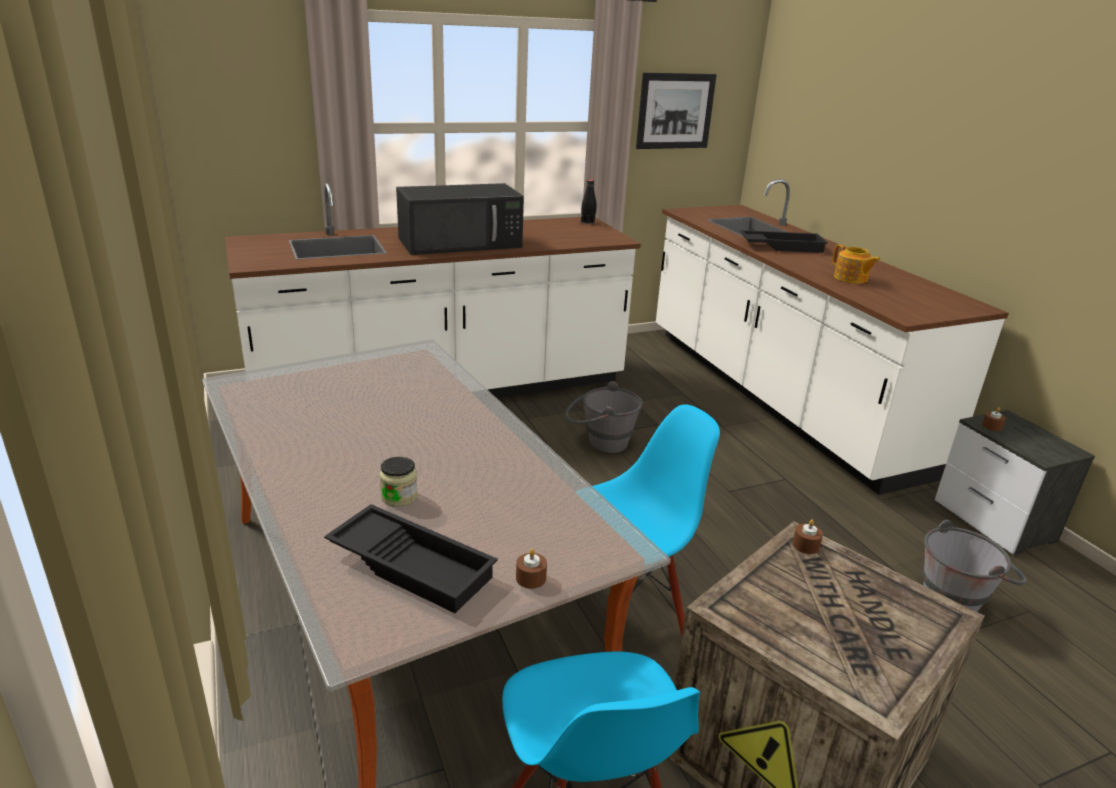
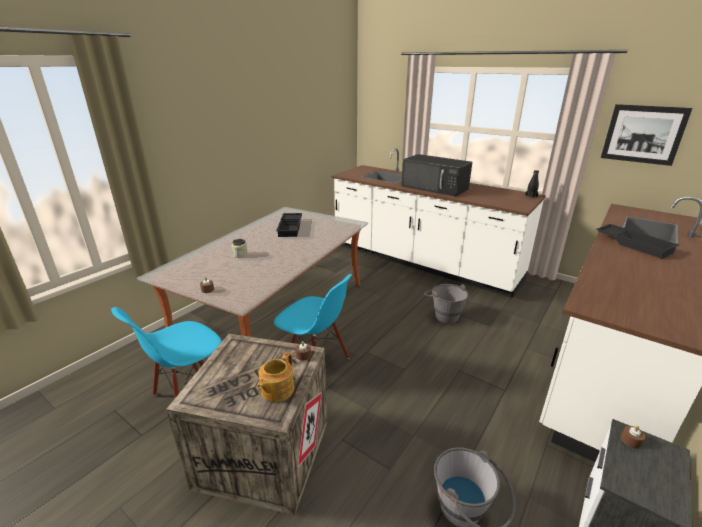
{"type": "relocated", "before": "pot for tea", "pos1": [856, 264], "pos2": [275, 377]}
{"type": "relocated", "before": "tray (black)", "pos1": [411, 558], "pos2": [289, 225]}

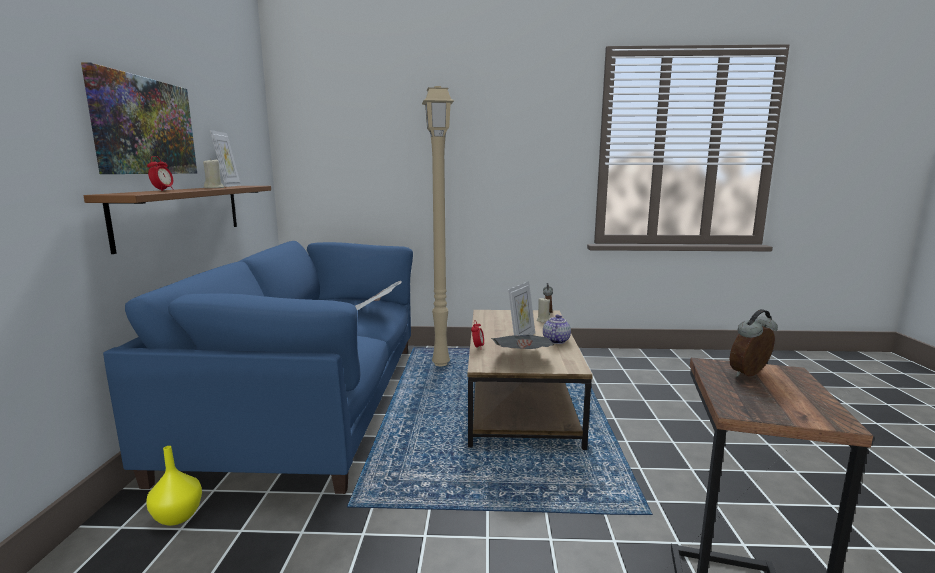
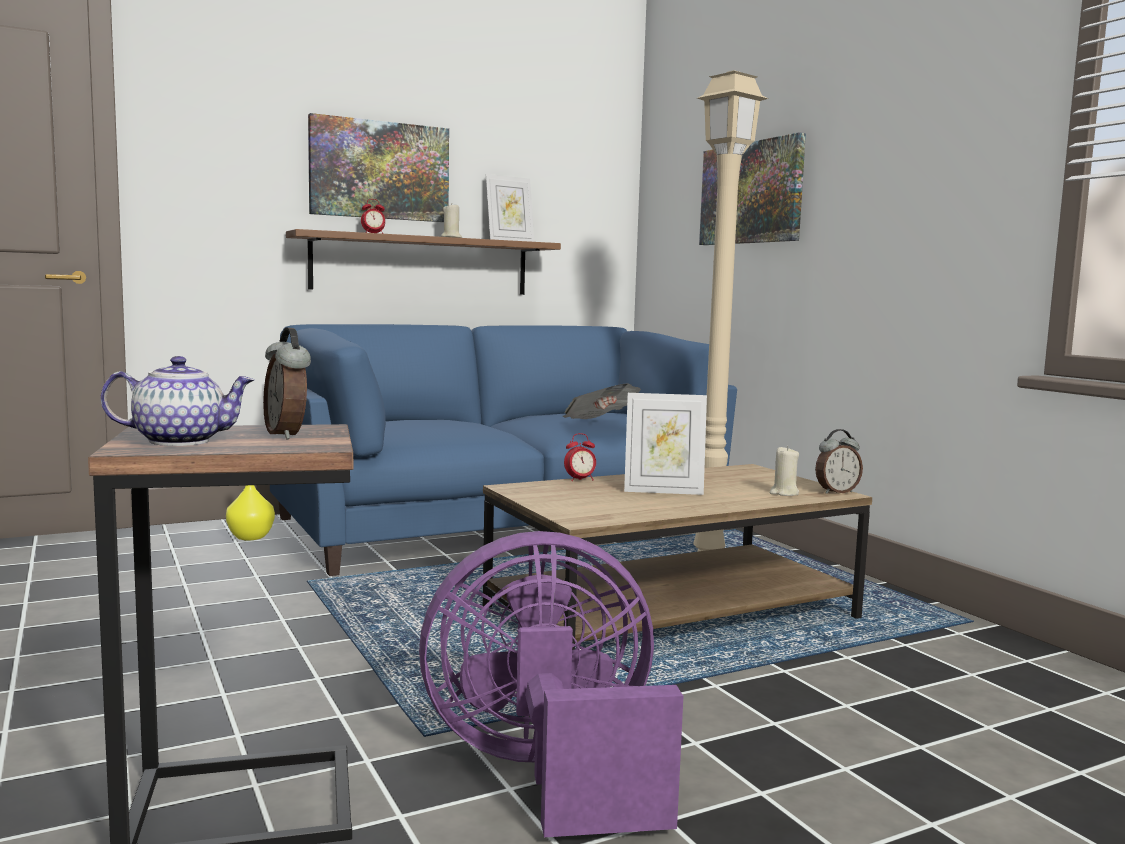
{"type": "relocated", "before": "pot for tea", "pos1": [557, 329], "pos2": [178, 401]}
{"type": "spun", "before": "table clock", "pos1": [753, 343], "pos2": [287, 383], "turn": -150}
{"type": "appeared", "after": "cooling fan (purplish)", "pos2": [551, 684]}
{"type": "appeared", "after": "wall picture", "pos2": [752, 188]}
{"type": "missing", "before": "printed paper", "pos1": [523, 342]}

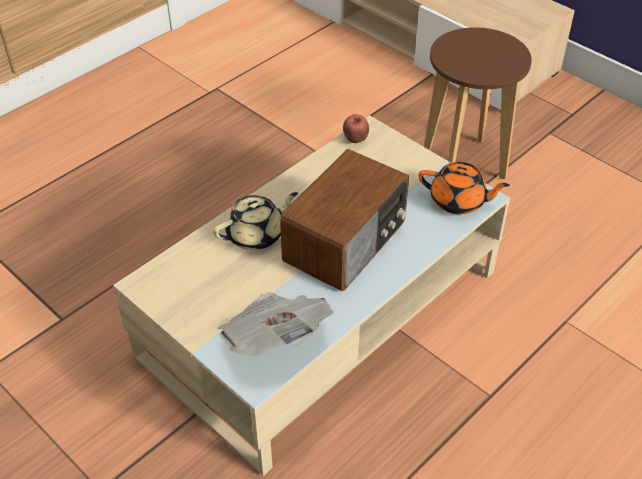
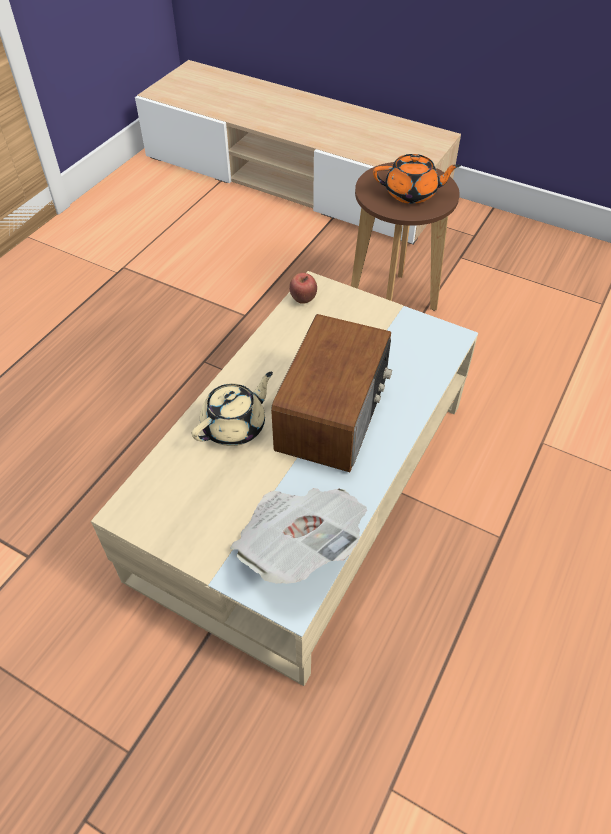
{"type": "relocated", "before": "pot for tea (orange)", "pos1": [464, 188], "pos2": [417, 179]}

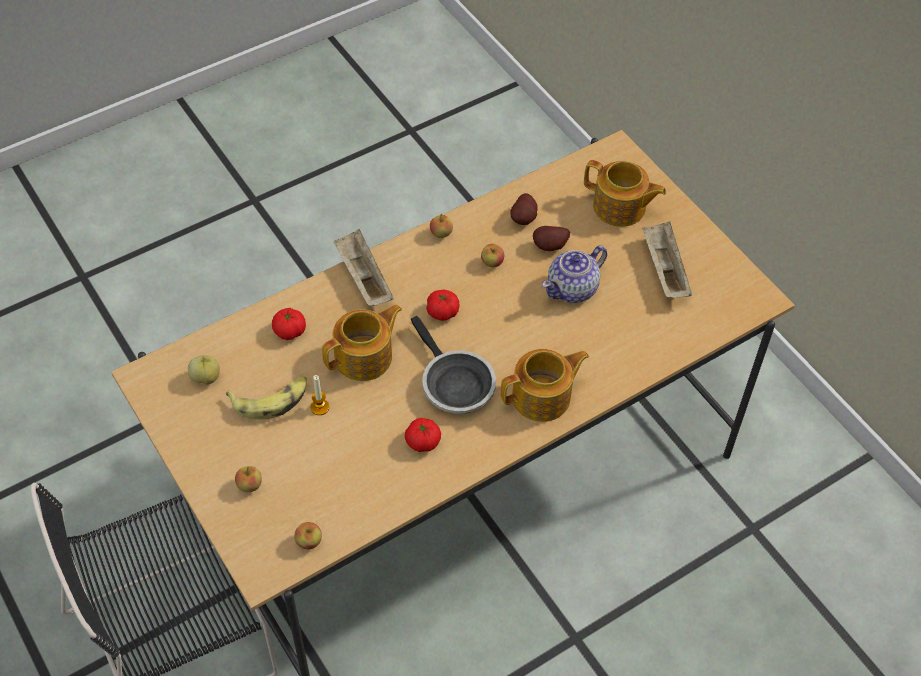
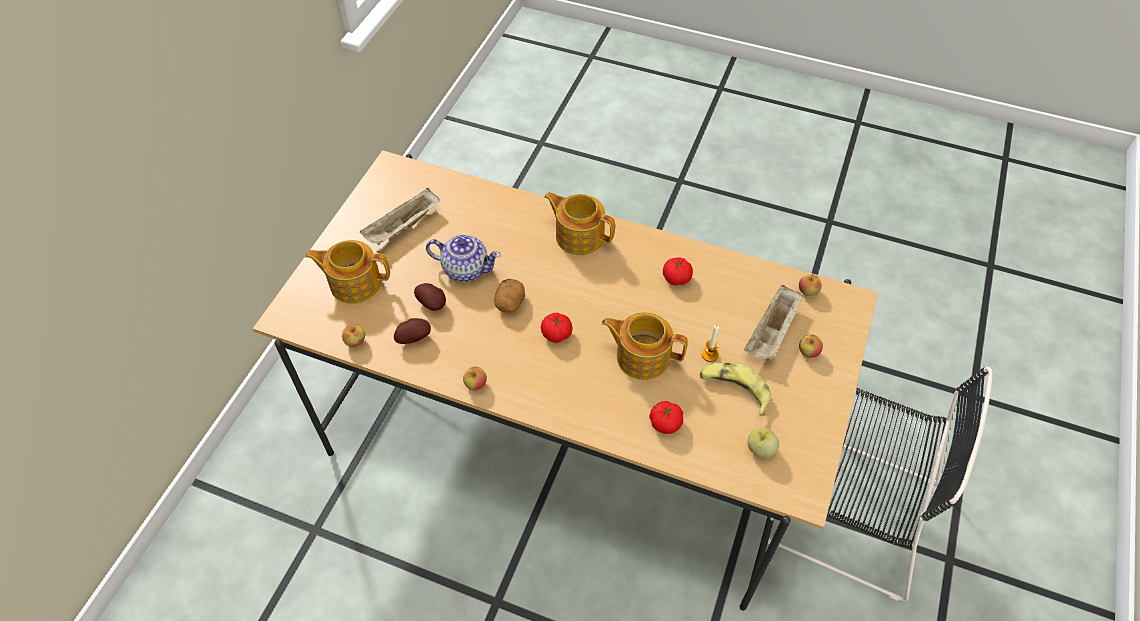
{"type": "spun", "before": "pot for tea", "pos1": [625, 193], "pos2": [347, 272], "turn": -75}
{"type": "relocated", "before": "apple fruit", "pos1": [492, 256], "pos2": [353, 335]}
{"type": "appeared", "after": "potato", "pos2": [509, 296]}
{"type": "relocated", "before": "tray (sand-coloured)", "pos1": [364, 267], "pos2": [773, 322]}
{"type": "missing", "before": "frying pan", "pos1": [453, 365]}

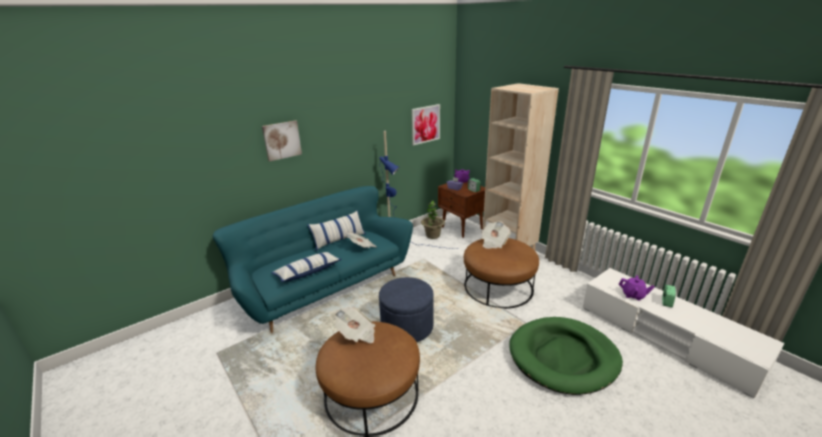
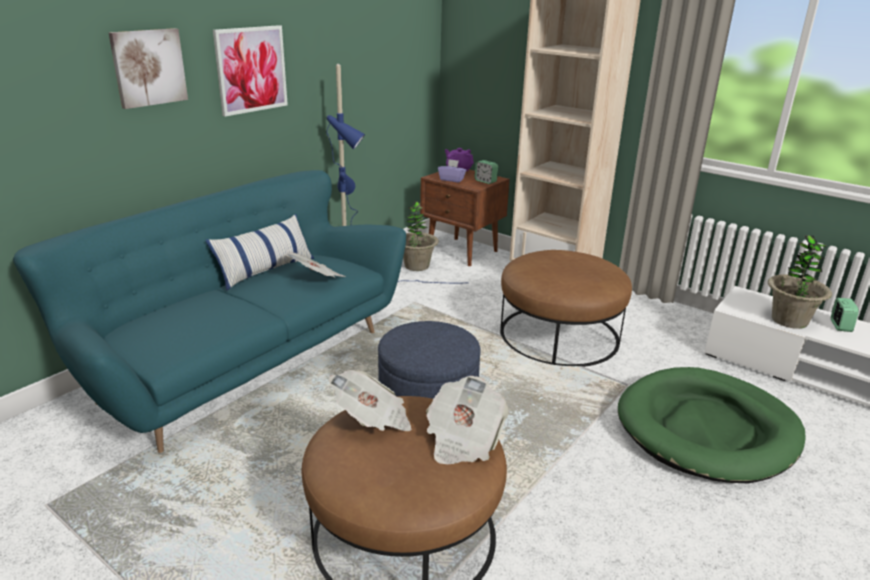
{"type": "relocated", "before": "wall picture", "pos1": [425, 125], "pos2": [250, 71]}
{"type": "relocated", "before": "printed paper", "pos1": [496, 235], "pos2": [467, 420]}
{"type": "exchanged", "before": "pot for tea (purplish)", "after": "houseplant", "pos1": [637, 288], "pos2": [800, 282]}
{"type": "missing", "before": "pillow", "pos1": [306, 267]}

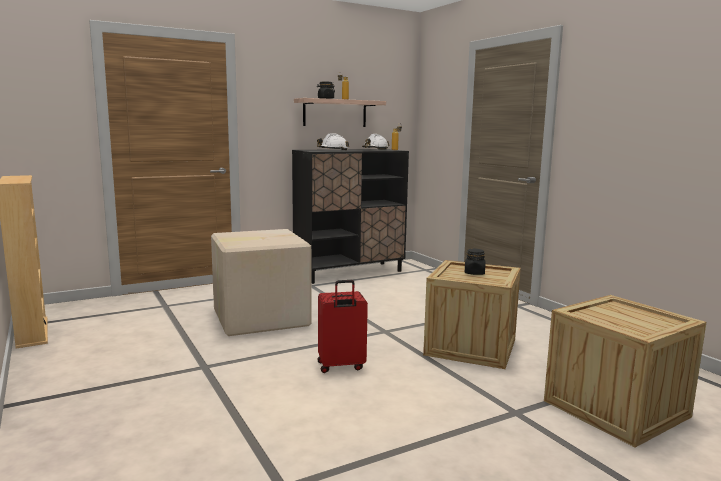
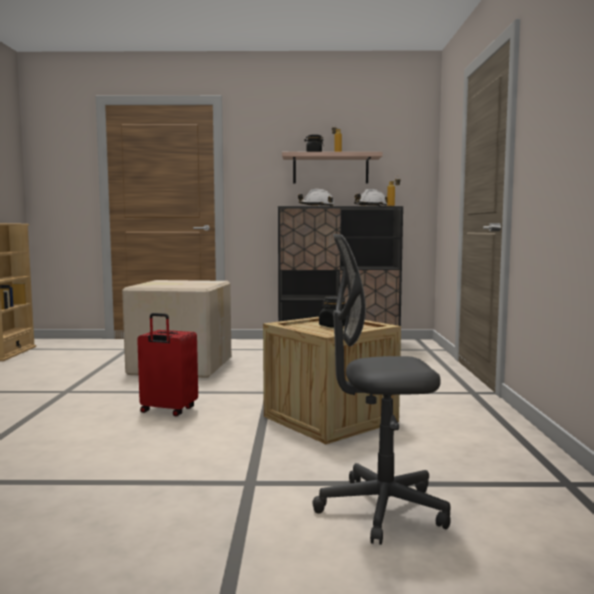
{"type": "exchanged", "before": "crate", "after": "desk chair (gray)", "pos1": [625, 371], "pos2": [381, 389]}

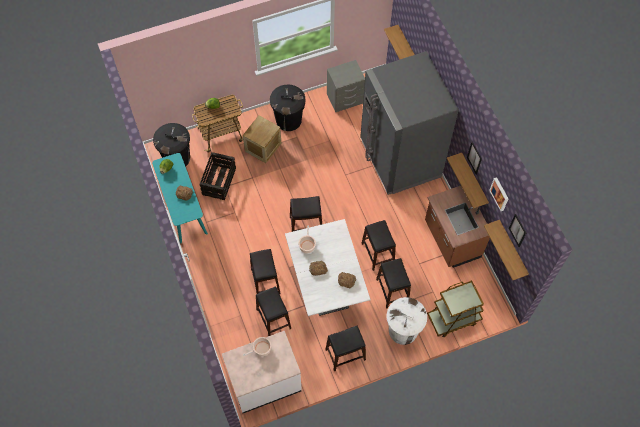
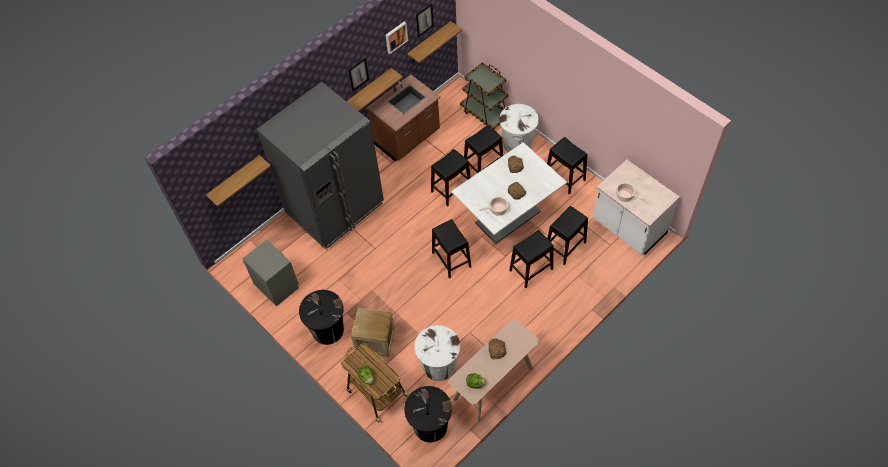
{"type": "exchanged", "before": "crate", "after": "trash can (white)", "pos1": [217, 176], "pos2": [437, 353]}
{"type": "colour", "before": "console table (turquoise)", "after": "console table (sand-coloured)", "pos1": [180, 198], "pos2": [493, 371]}

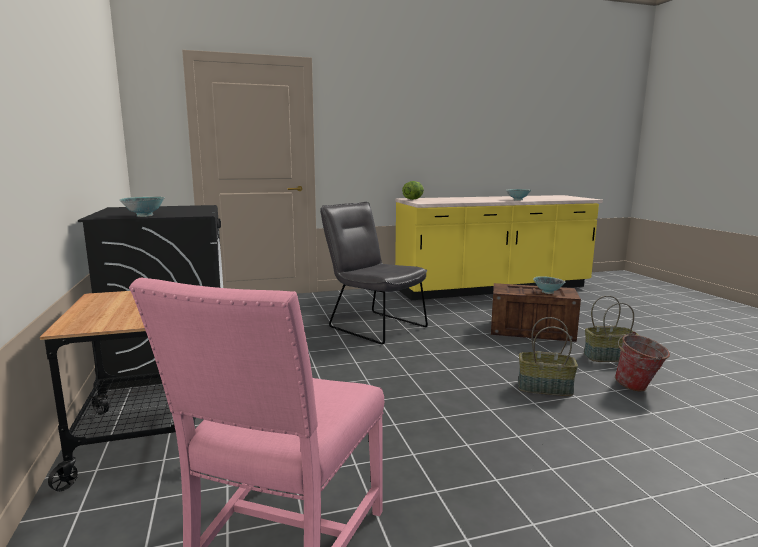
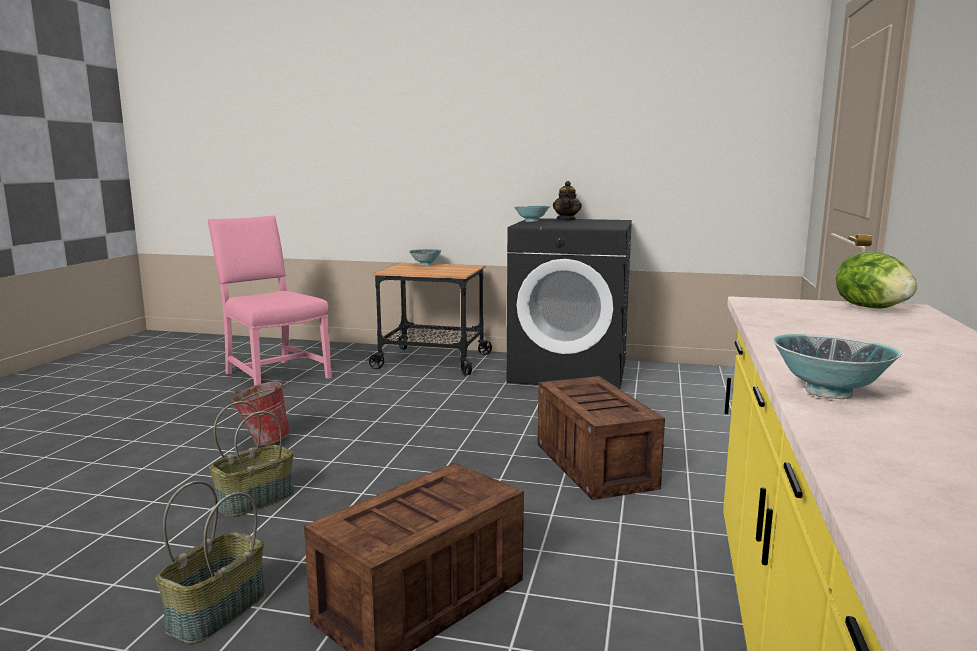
{"type": "relocated", "before": "bucket", "pos1": [642, 361], "pos2": [260, 413]}
{"type": "relocated", "before": "deep dish", "pos1": [549, 285], "pos2": [425, 257]}
{"type": "exchanged", "before": "plain chair (gray)", "after": "crate", "pos1": [374, 273], "pos2": [601, 438]}
{"type": "appeared", "after": "pot for tea", "pos2": [567, 201]}

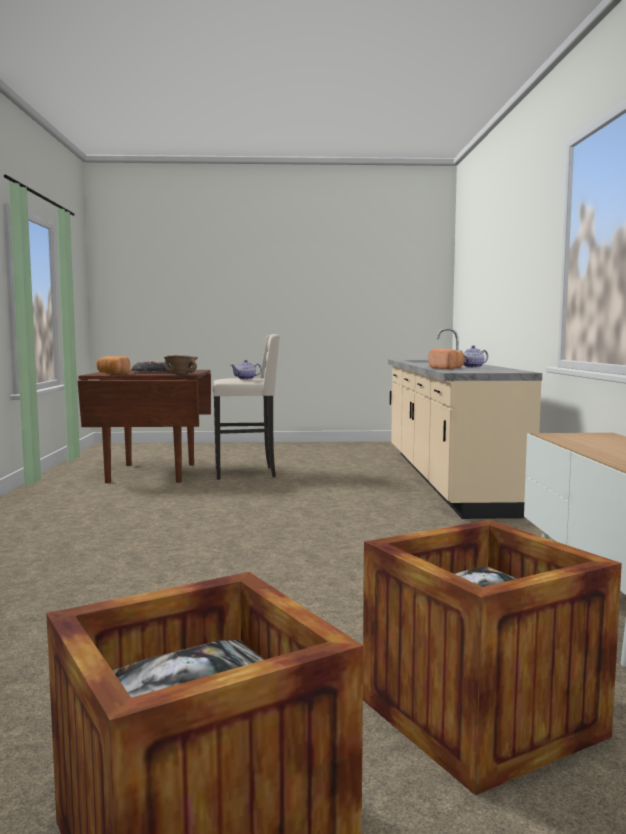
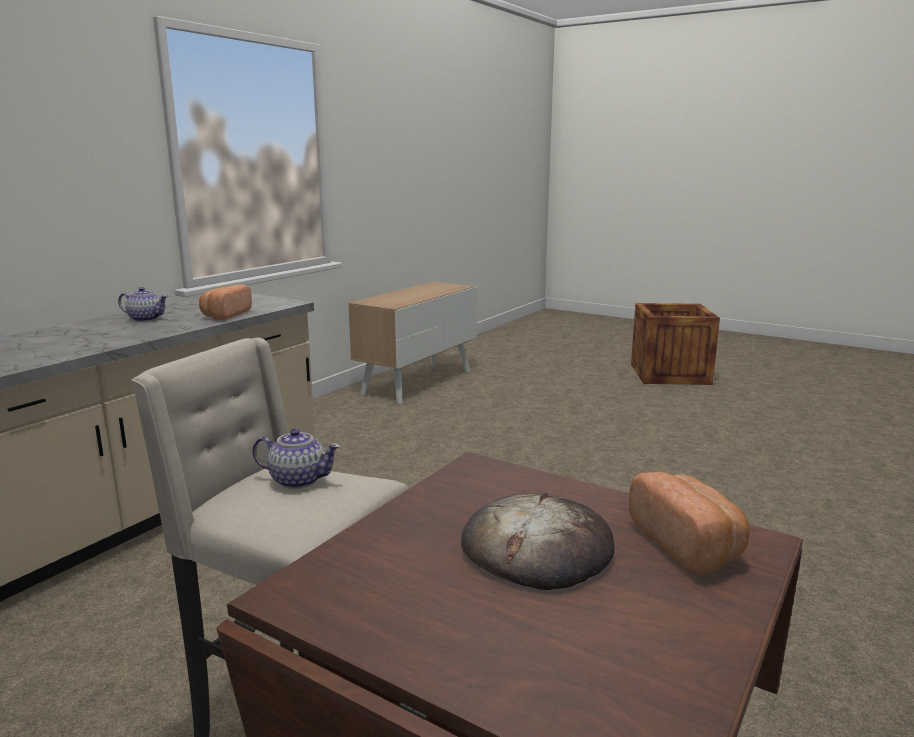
{"type": "missing", "before": "deep dish (sand-coloured)", "pos1": [181, 364]}
{"type": "missing", "before": "crate", "pos1": [492, 658]}

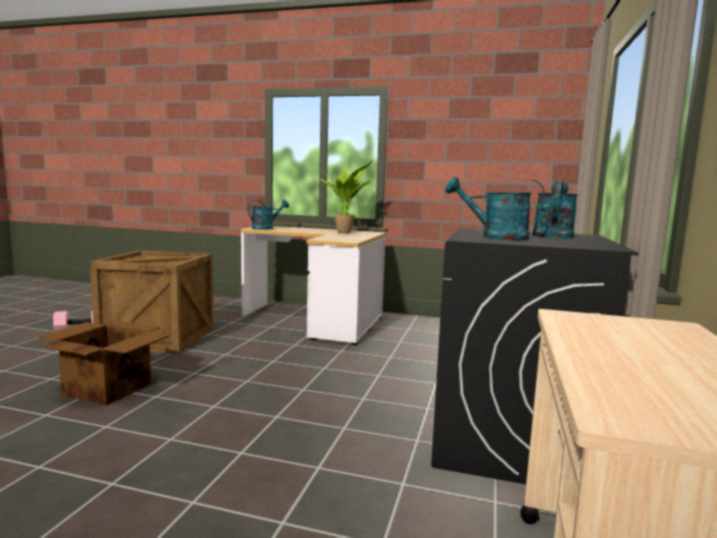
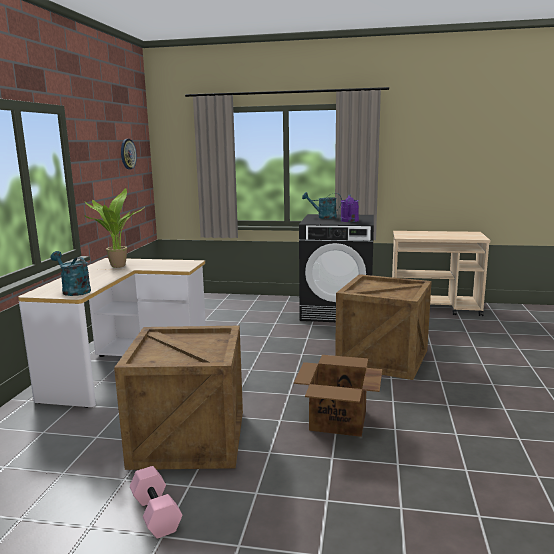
{"type": "appeared", "after": "clock on the wall", "pos2": [129, 154]}
{"type": "appeared", "after": "crate", "pos2": [383, 327]}
{"type": "colour", "before": "watering can (turquoise)", "after": "watering can (purplish)", "pos1": [495, 208], "pos2": [350, 208]}

